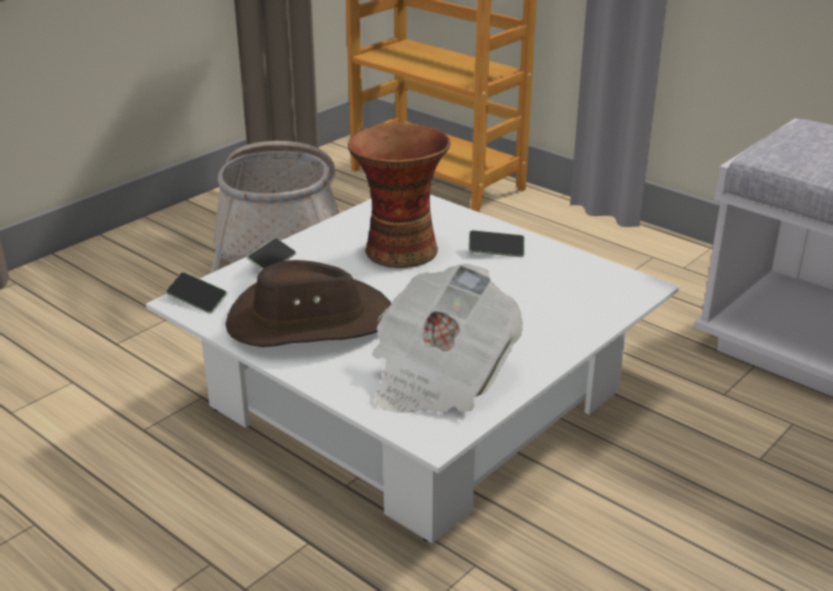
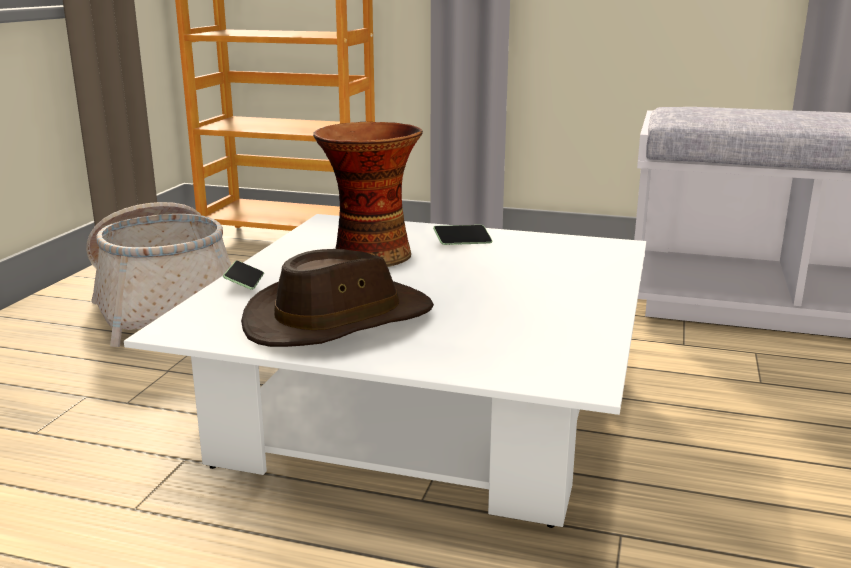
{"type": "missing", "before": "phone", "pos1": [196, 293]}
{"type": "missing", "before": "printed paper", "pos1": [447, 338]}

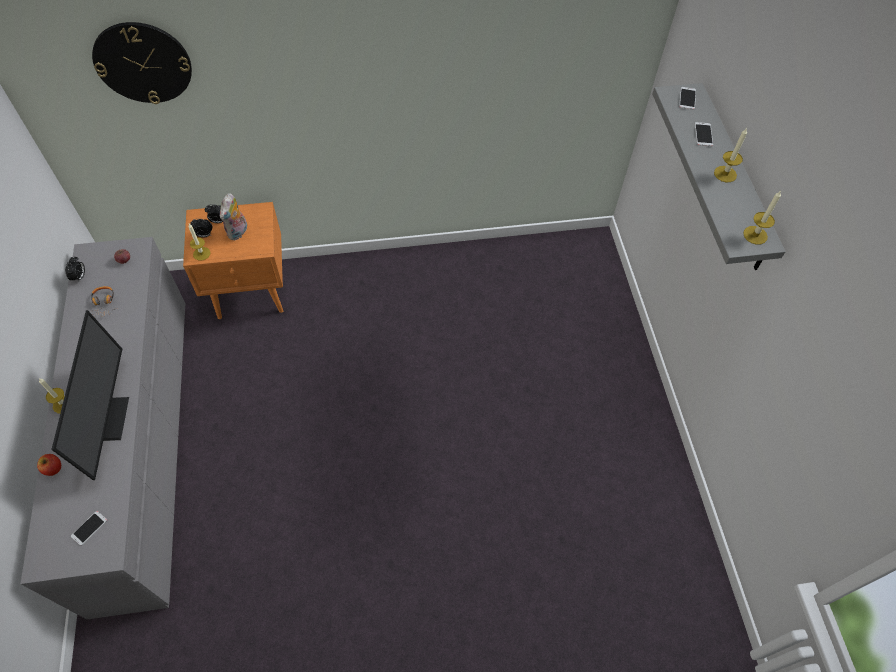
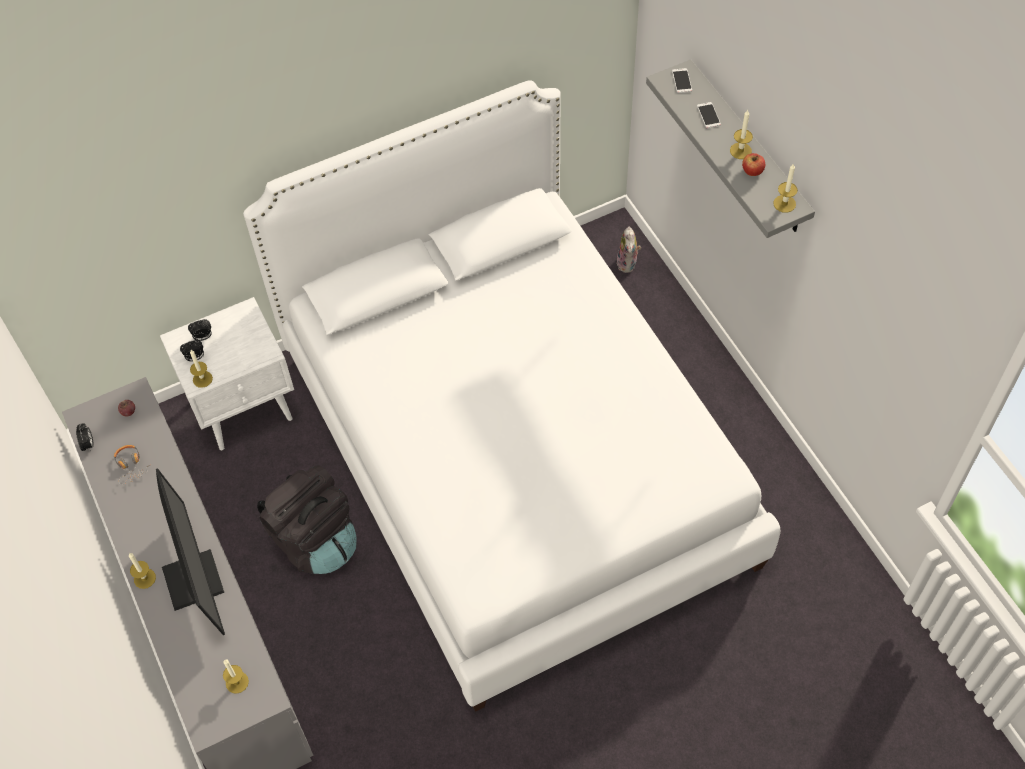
{"type": "colour", "before": "bedside table (orange)", "after": "bedside table (white)", "pos1": [233, 260], "pos2": [227, 373]}
{"type": "exchanged", "before": "phone", "after": "wax candle", "pos1": [89, 528], "pos2": [236, 676]}
{"type": "appeared", "after": "bed (white)", "pos2": [511, 396]}
{"type": "appeared", "after": "backpack (black)", "pos2": [306, 519]}
{"type": "relocated", "before": "cuddly toy", "pos1": [233, 217], "pos2": [629, 250]}
{"type": "relocated", "before": "apple fruit", "pos1": [49, 465], "pos2": [753, 164]}
{"type": "missing", "before": "clock on the wall", "pos1": [142, 63]}

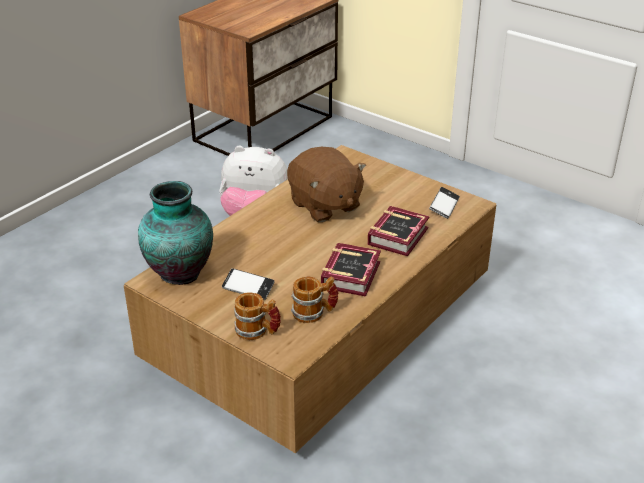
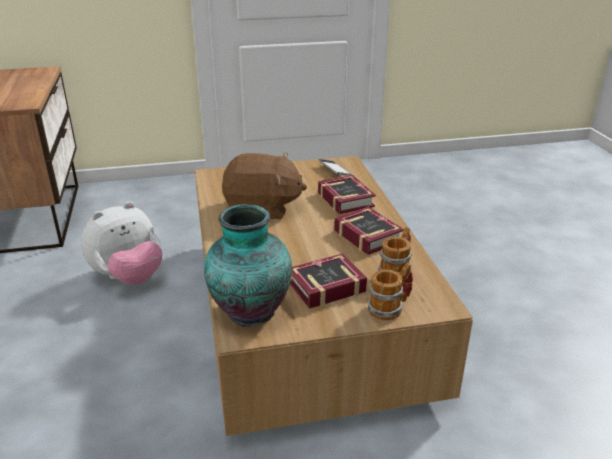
{"type": "exchanged", "before": "phone", "after": "book", "pos1": [248, 284], "pos2": [328, 281]}

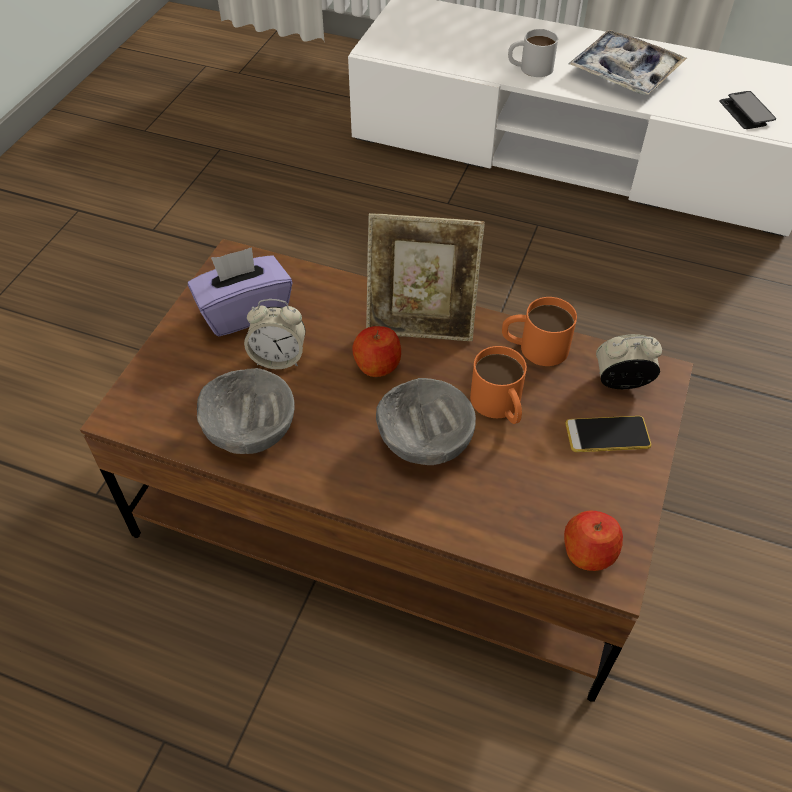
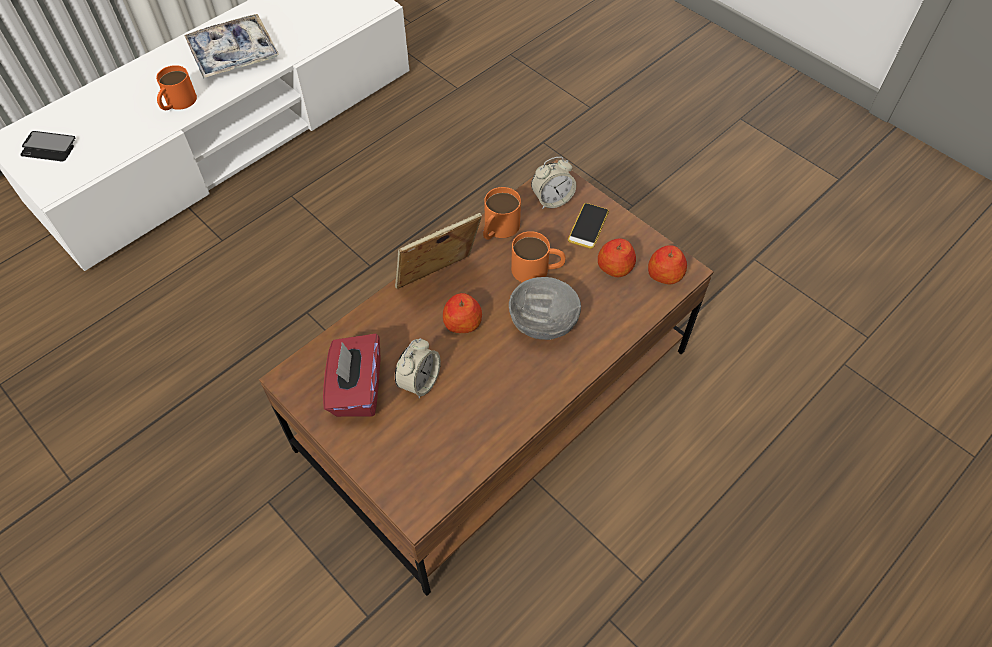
{"type": "relocated", "before": "phone", "pos1": [747, 110], "pos2": [47, 146]}
{"type": "colour", "before": "coffee mug (white)", "after": "coffee mug (orange)", "pos1": [533, 53], "pos2": [176, 87]}
{"type": "colour", "before": "box of tissues (purplish)", "after": "box of tissues (red)", "pos1": [240, 291], "pos2": [352, 375]}
{"type": "spun", "before": "photo frame", "pos1": [425, 277], "pos2": [438, 251], "turn": -150}
{"type": "spun", "before": "table clock", "pos1": [629, 361], "pos2": [553, 183], "turn": -135}
{"type": "appeared", "after": "apple fruit", "pos2": [617, 258]}
{"type": "missing", "before": "deep dish (gray)", "pos1": [246, 411]}

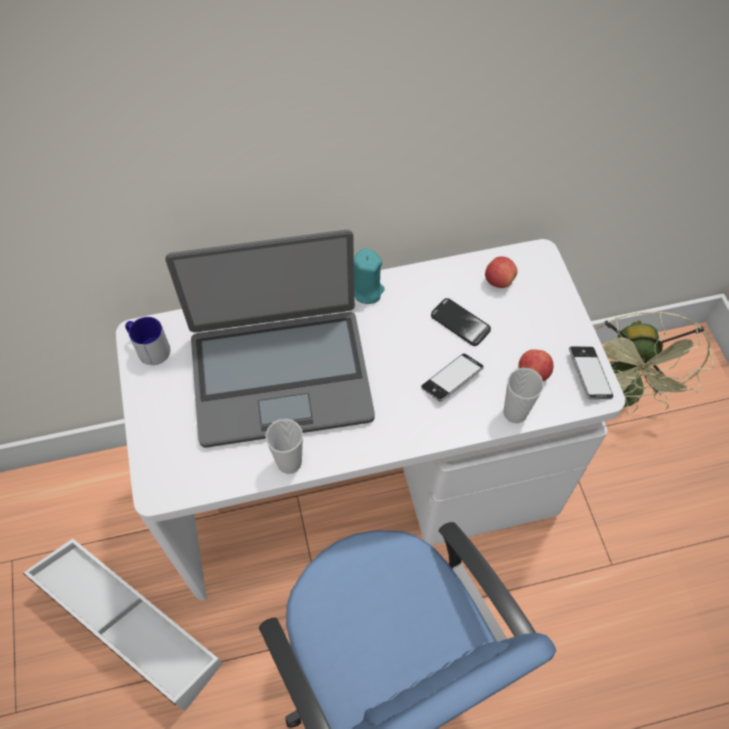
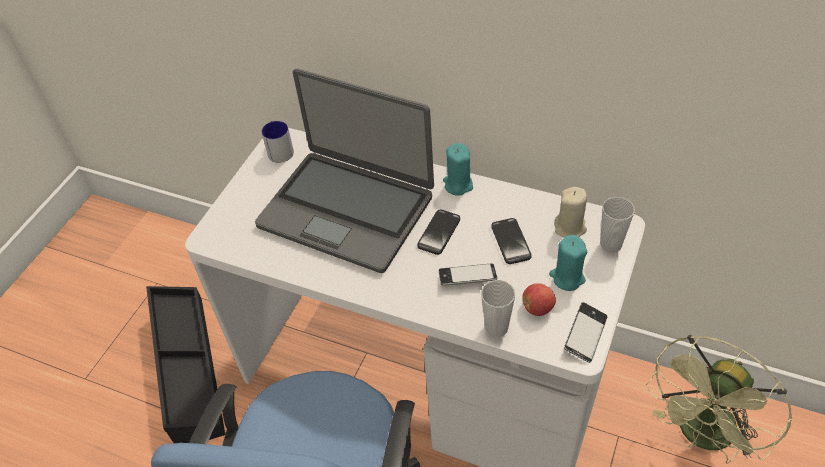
{"type": "colour", "before": "storage container (white)", "after": "storage container (black)", "pos1": [122, 624], "pos2": [185, 364]}
{"type": "appeared", "after": "phone", "pos2": [438, 232]}
{"type": "appeared", "after": "wax candle (turquoise)", "pos2": [568, 263]}
{"type": "exchanged", "before": "apple fruit", "after": "wax candle (sand-coloured)", "pos1": [501, 272], "pos2": [570, 212]}
{"type": "relocated", "before": "cup", "pos1": [284, 446], "pos2": [617, 225]}

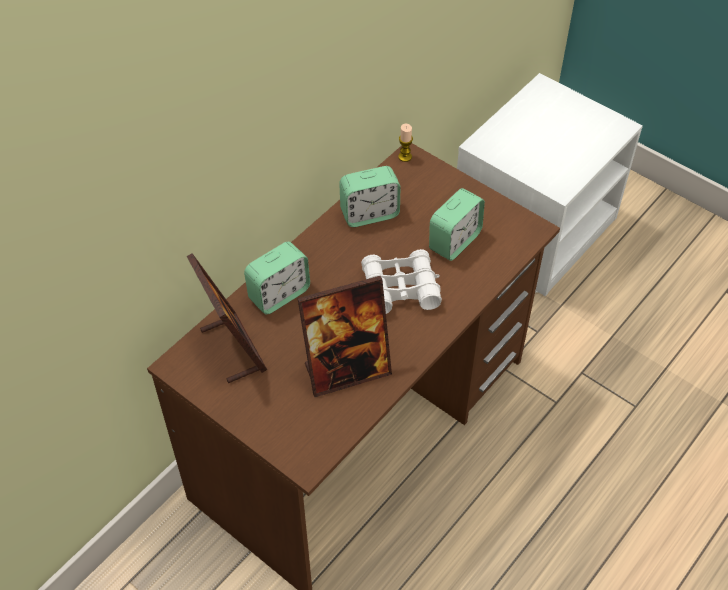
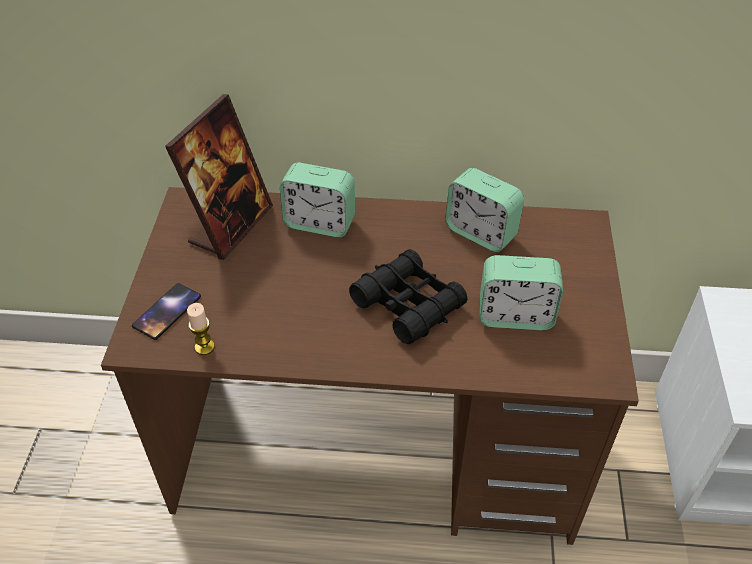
{"type": "appeared", "after": "phone", "pos2": [166, 311]}
{"type": "relocated", "before": "wax candle", "pos1": [405, 143], "pos2": [201, 329]}
{"type": "colour", "before": "pair of binoculars (white)", "after": "pair of binoculars (black)", "pos1": [401, 281], "pos2": [408, 296]}
{"type": "missing", "before": "photo frame", "pos1": [344, 336]}

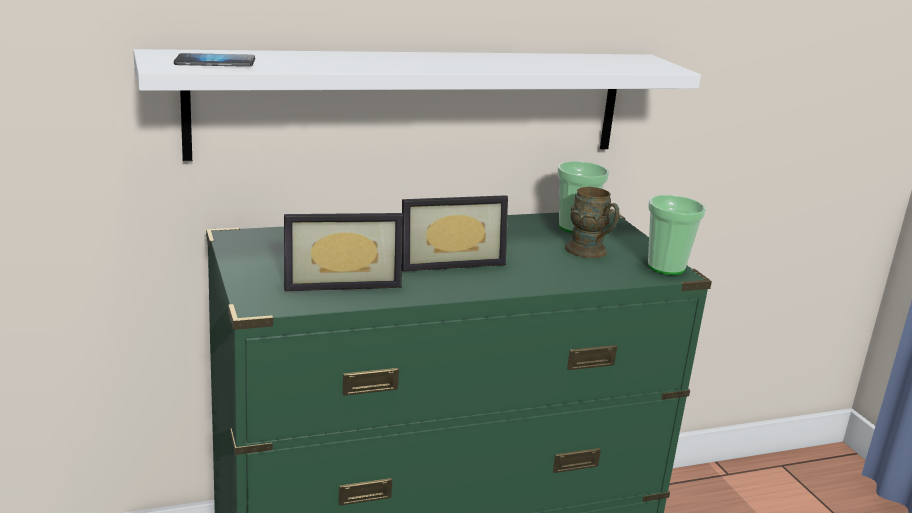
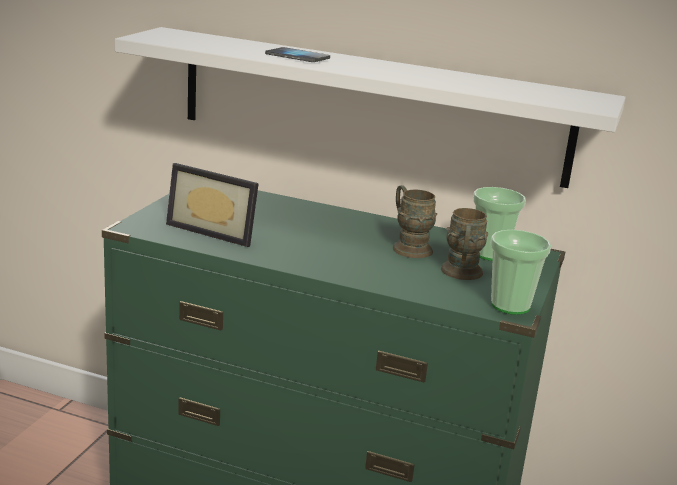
{"type": "relocated", "before": "phone", "pos1": [214, 60], "pos2": [297, 54]}
{"type": "appeared", "after": "coffee mug (brown-coloured)", "pos2": [415, 221]}
{"type": "missing", "before": "photo frame", "pos1": [455, 233]}

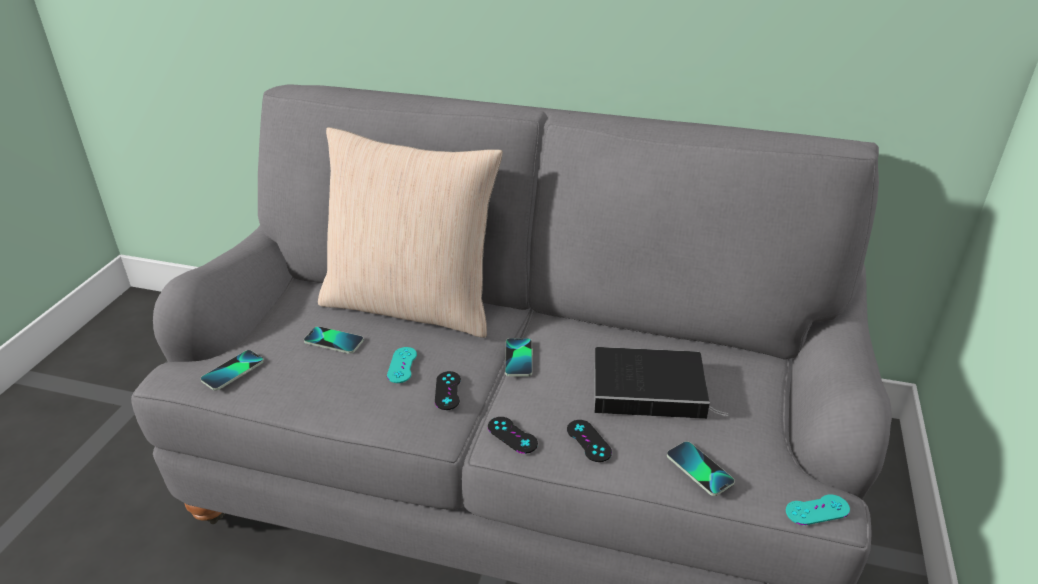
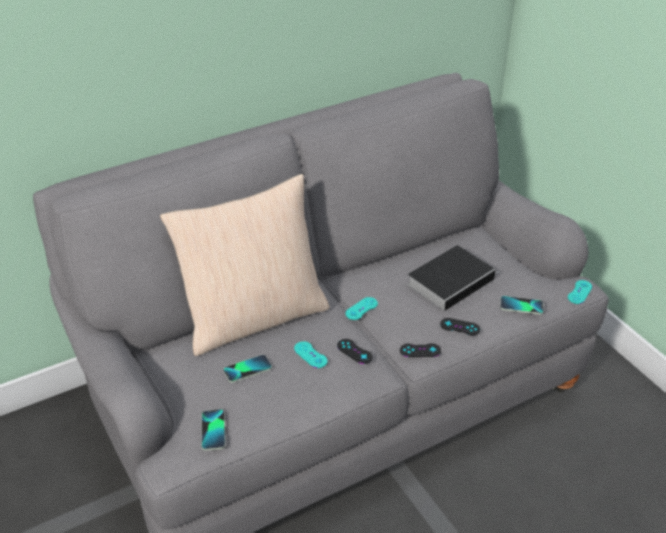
{"type": "exchanged", "before": "phone", "after": "game controller (turquoise)", "pos1": [518, 357], "pos2": [361, 308]}

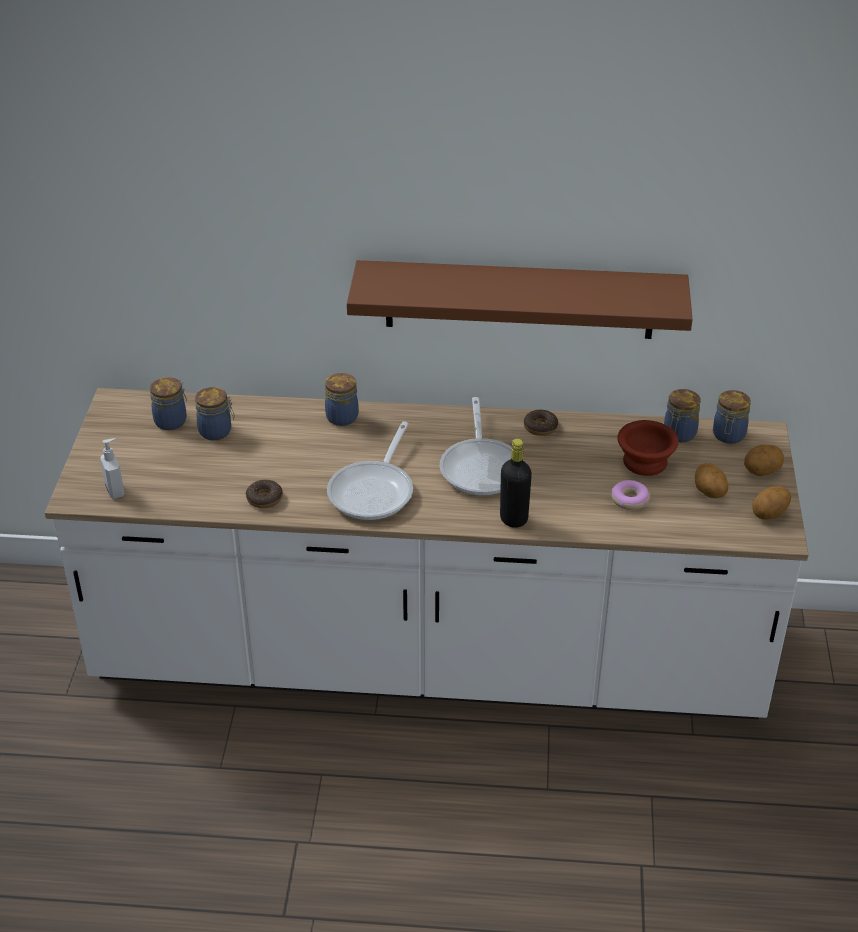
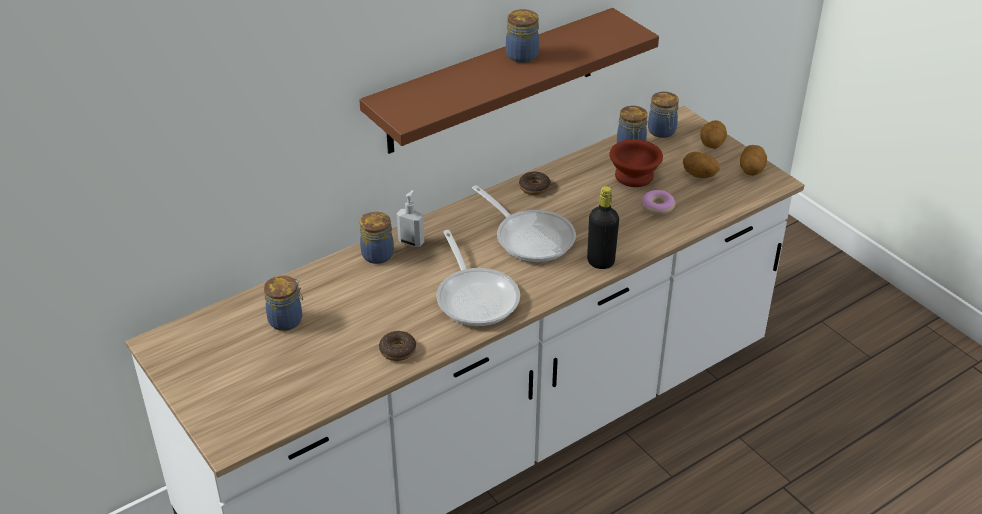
{"type": "relocated", "before": "soap bottle", "pos1": [112, 468], "pos2": [410, 218]}
{"type": "relocated", "before": "storage jar", "pos1": [168, 403], "pos2": [522, 36]}

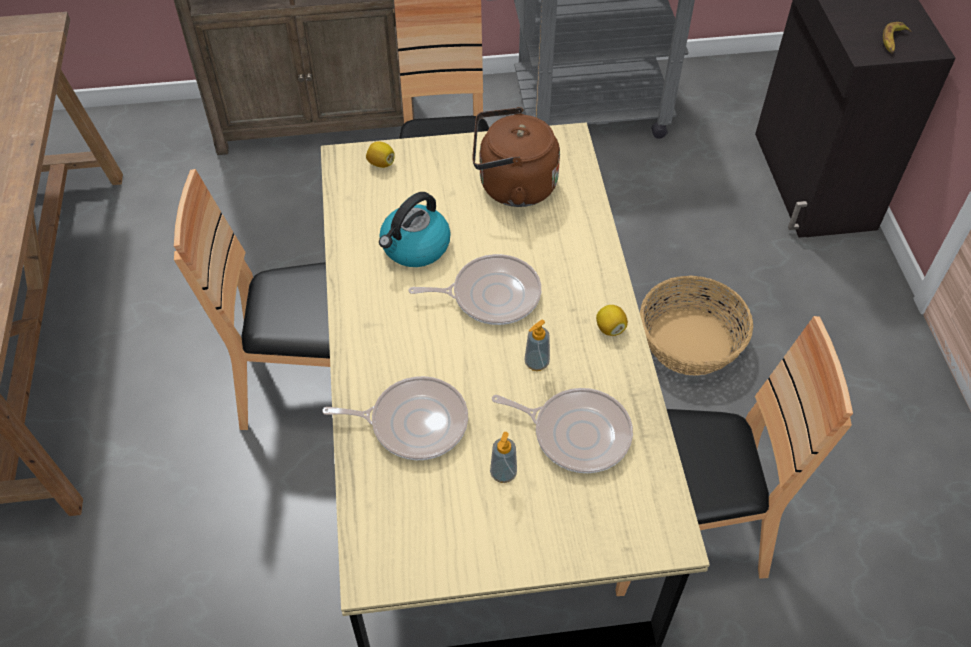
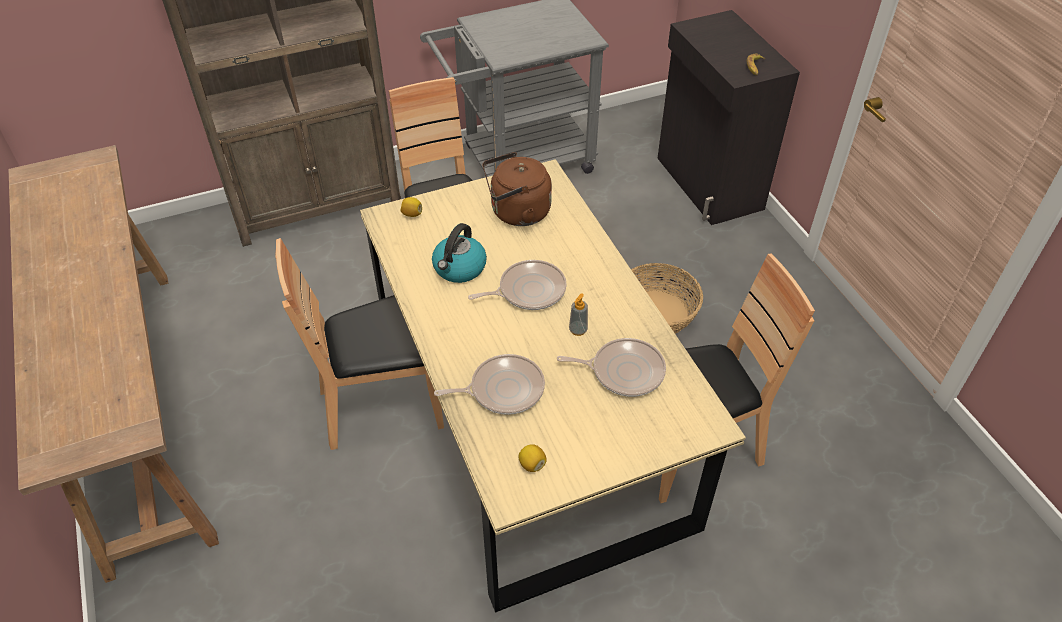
{"type": "relocated", "before": "whole lemon", "pos1": [612, 320], "pos2": [532, 458]}
{"type": "missing", "before": "soap bottle", "pos1": [503, 457]}

